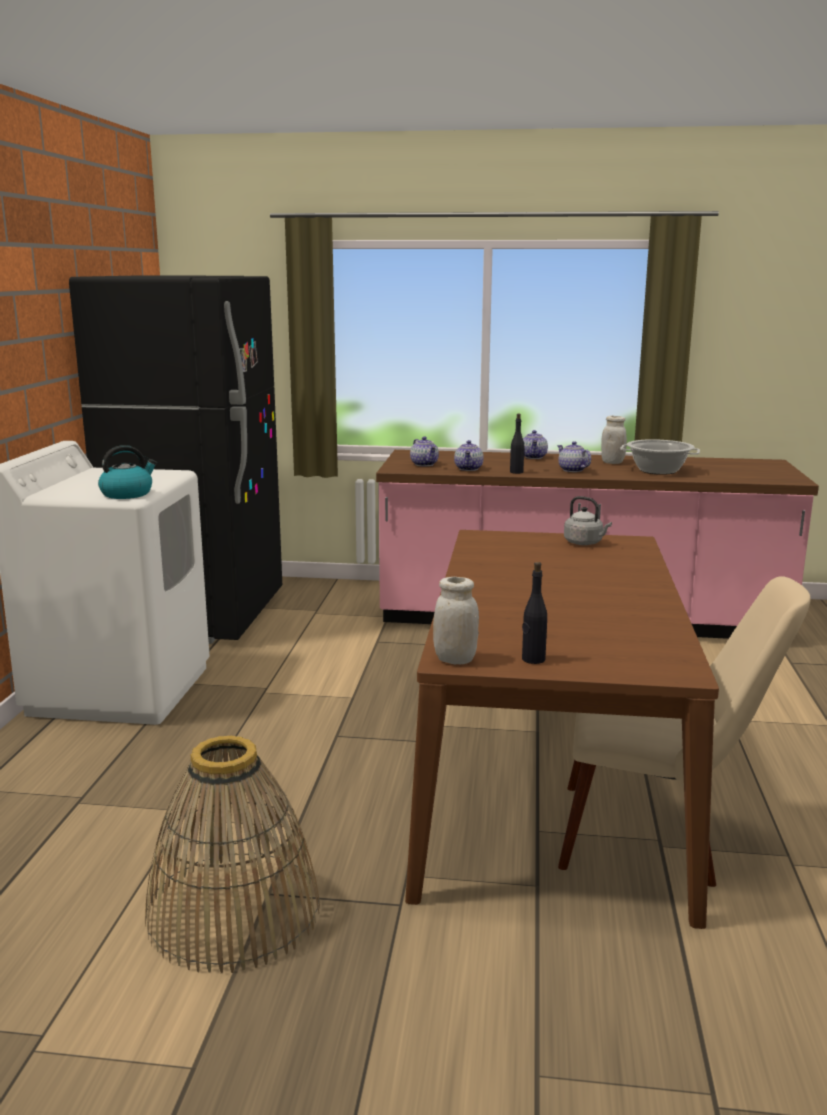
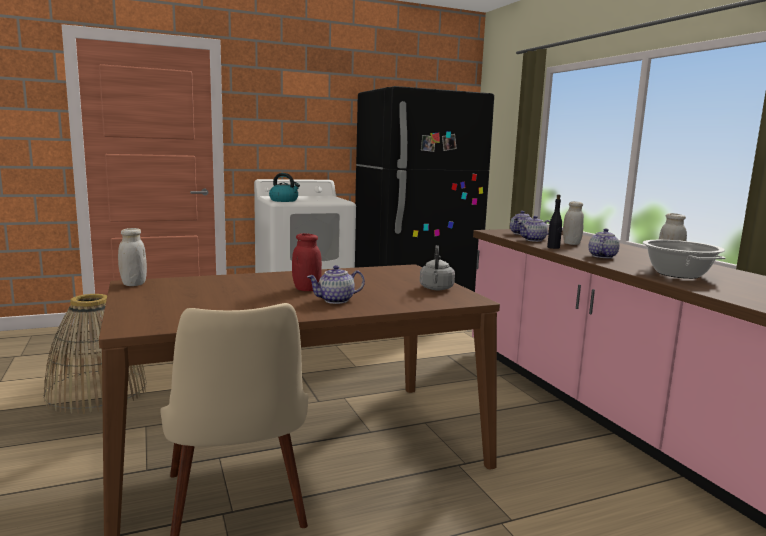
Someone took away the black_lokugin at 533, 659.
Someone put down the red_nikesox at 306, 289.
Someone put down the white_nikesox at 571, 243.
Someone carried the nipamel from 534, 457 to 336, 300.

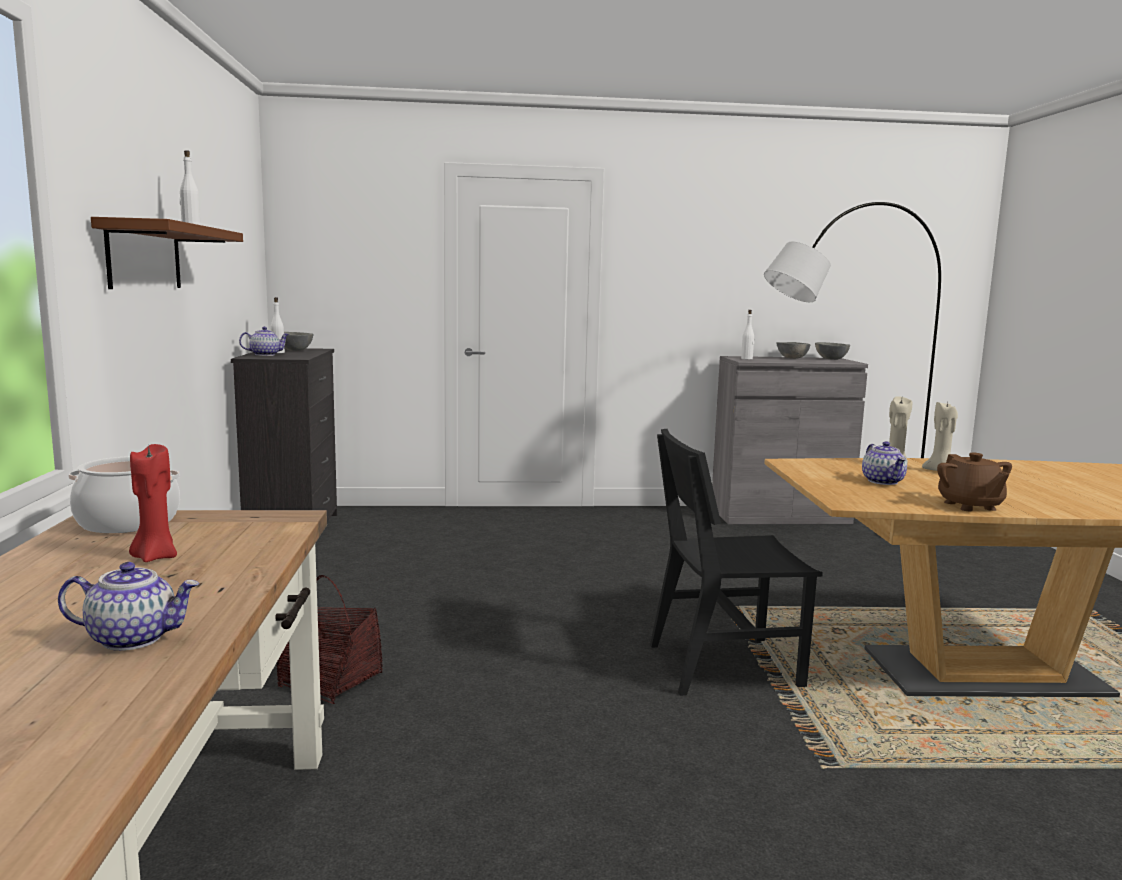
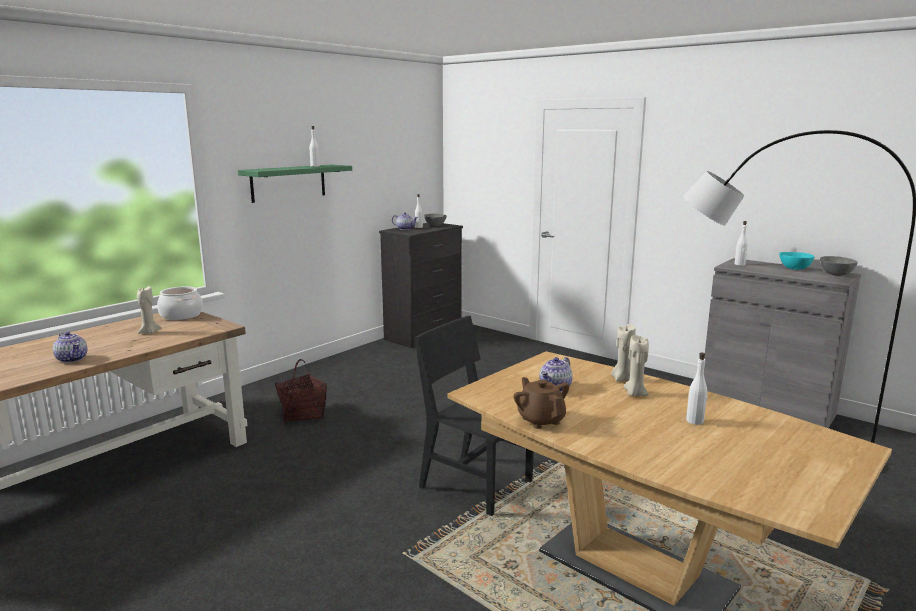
Someone put down the white_lokugin at 695, 421.
Someone repainted the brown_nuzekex at 144, 256, which became the green_nuzekex at 288, 183.
Someone repainted the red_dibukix at 155, 557, which became the beige_dibukix at 149, 332.
Someone repainted the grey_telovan at 791, 358, which became the turquoise_telovan at 793, 268.
Someone rotated the brown_nipamel at 970, 506 by 120 degrees clockwise.

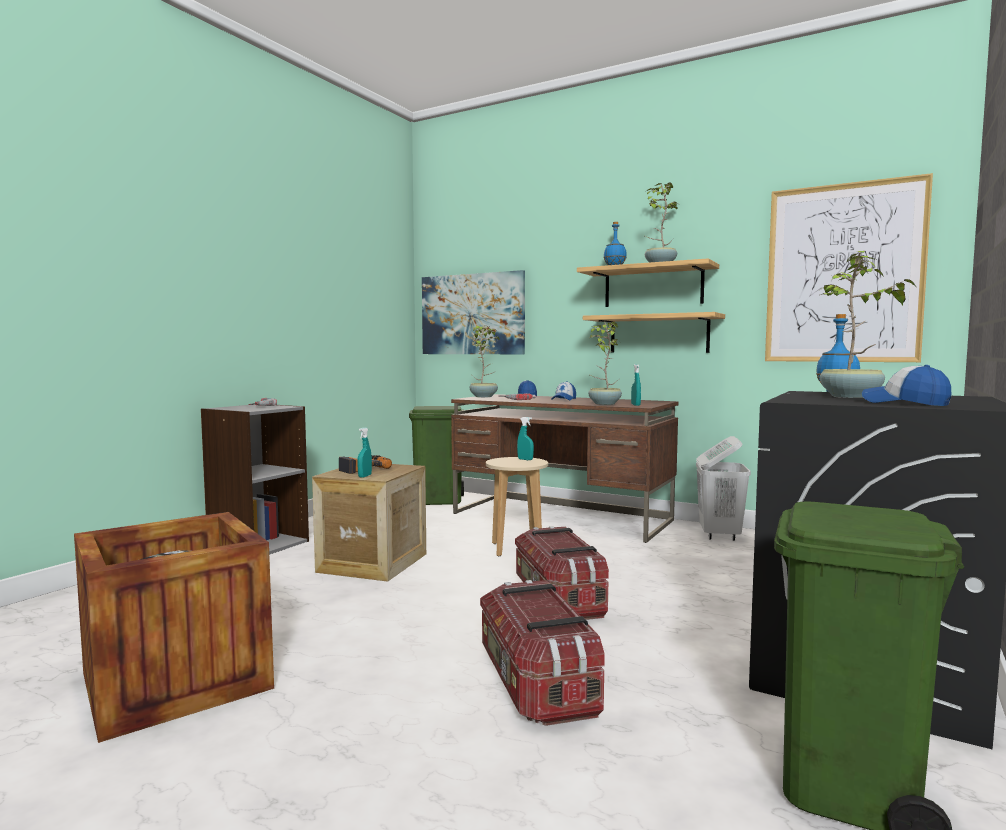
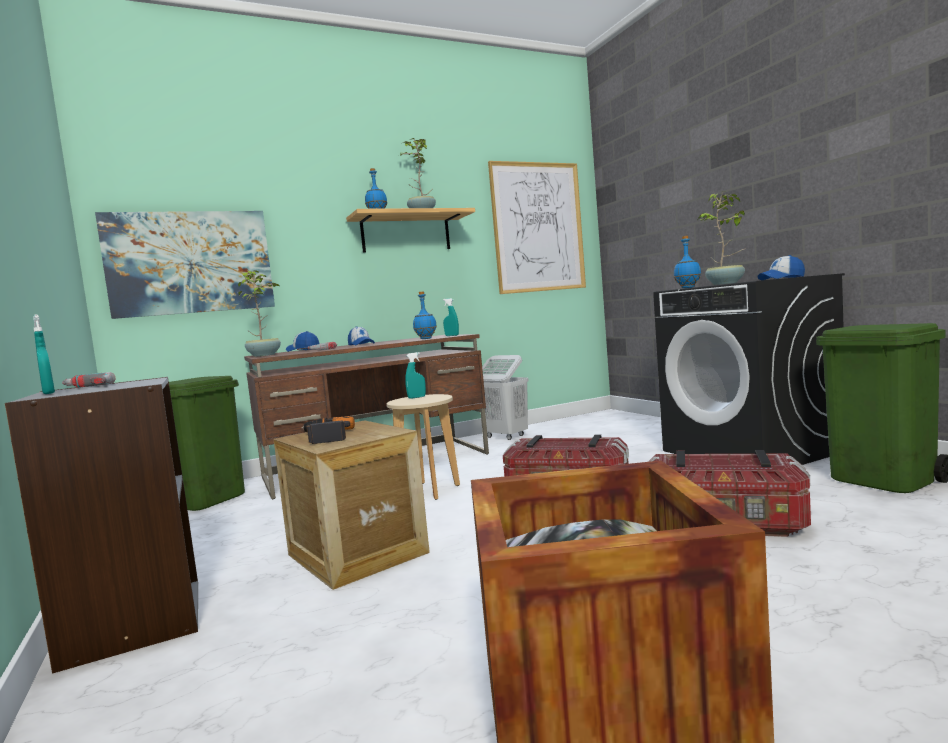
Someone took away the nuzekex at 659, 334.
Someone carried the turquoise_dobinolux from 365, 476 to 48, 393.
Someone swapped the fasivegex at 603, 404 for the blue_lokugin at 426, 338.

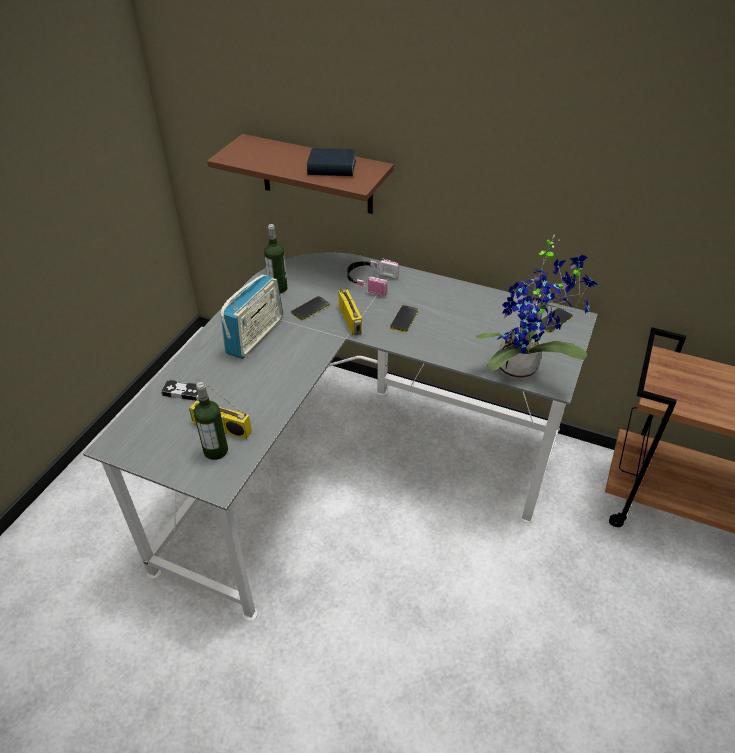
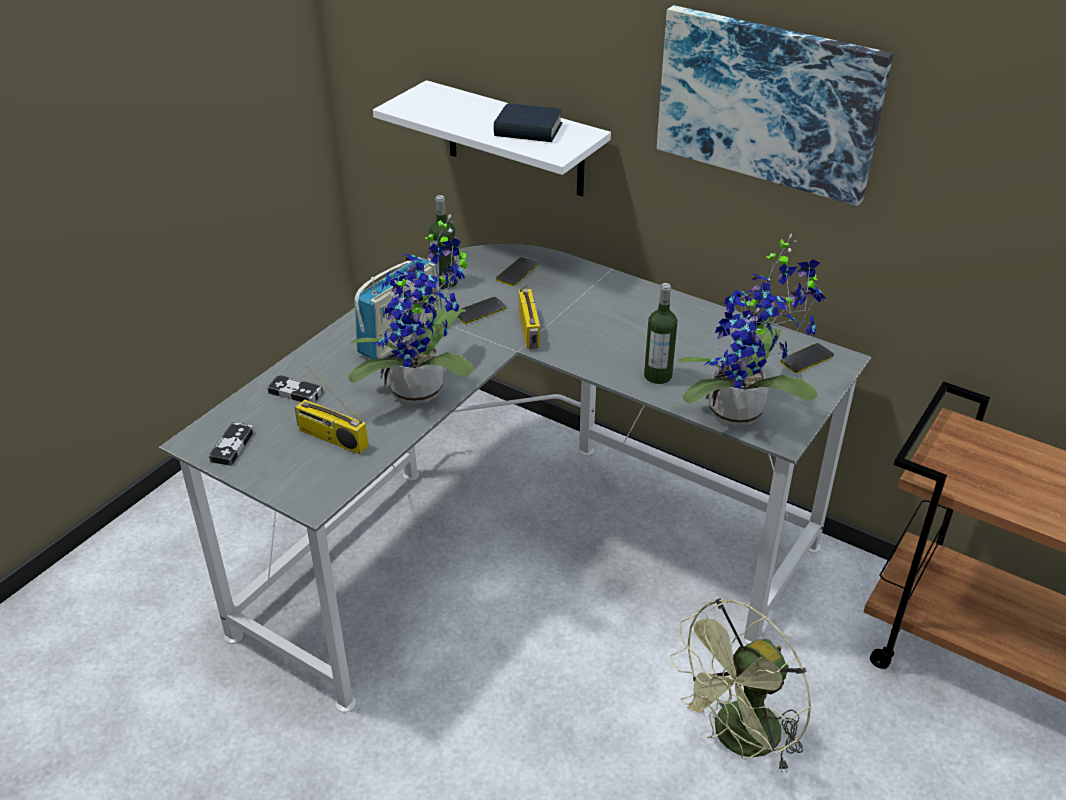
Someone took away the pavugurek at 370, 282.
Someone put down the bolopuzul at 232, 446.
Someone put down the fasivegex at 423, 392.
Someone put up the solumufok at 768, 102.
Someone put down the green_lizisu at 738, 740.
Someone carried the lokugin from 216, 451 to 658, 375.
Someone carried the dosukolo from 404, 319 to 517, 272.
Someone repainted the brown_nuzekex at 316, 175, which became the white_nuzekex at 515, 140.

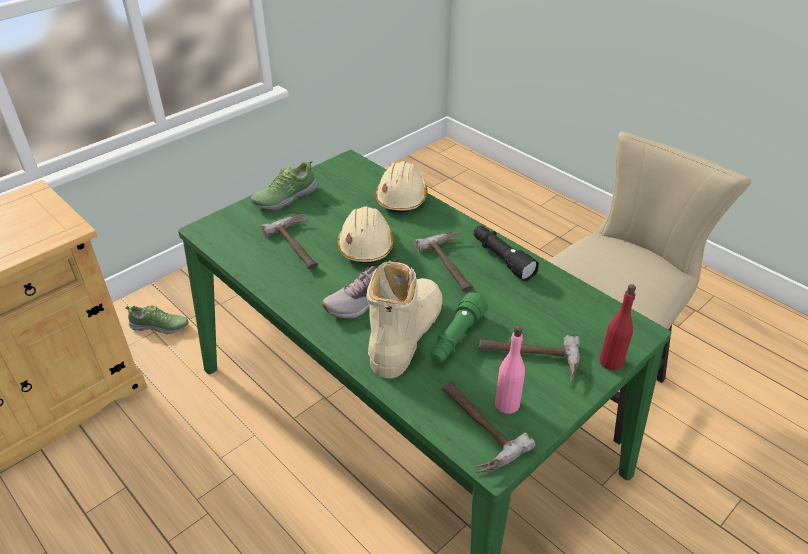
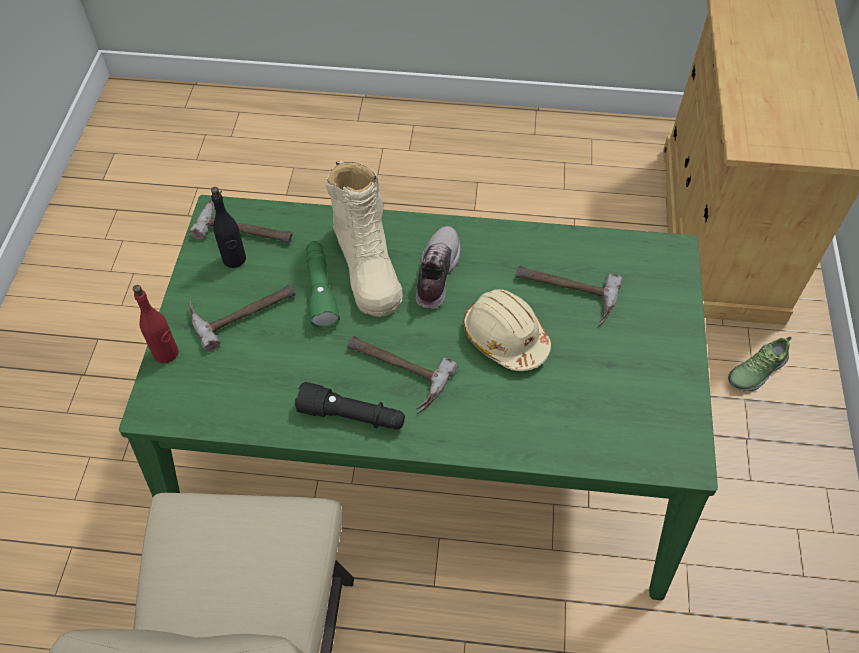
Someone took away the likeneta at 284, 197.
Someone took away the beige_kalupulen at 402, 197.
Someone repainted the pink_lokugin at 507, 404, which became the black_lokugin at 234, 259.

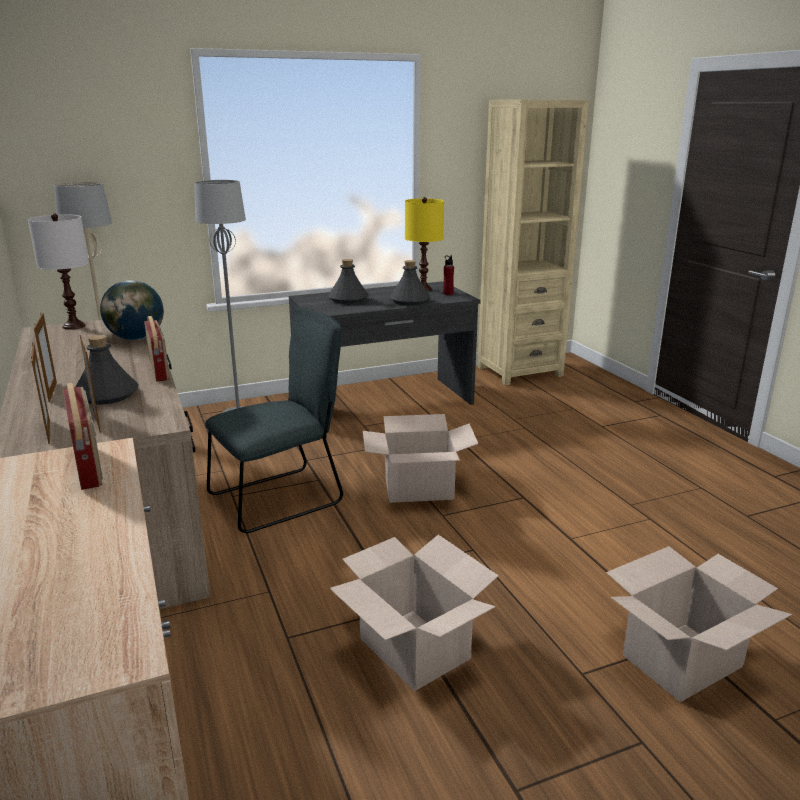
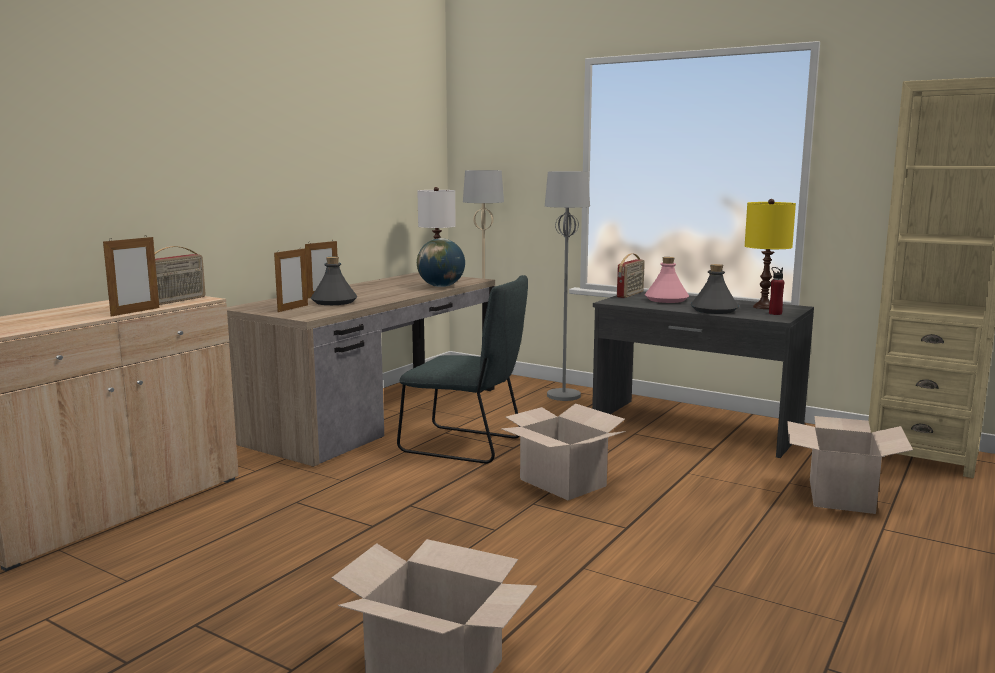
Someone carried the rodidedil from 48, 431 to 135, 312.
Someone carried the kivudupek from 160, 371 to 630, 294.
Someone carried the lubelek from 415, 648 to 841, 496.
Someone repainted the grey_lokugin at 348, 299, which became the pink_lokugin at 666, 300.

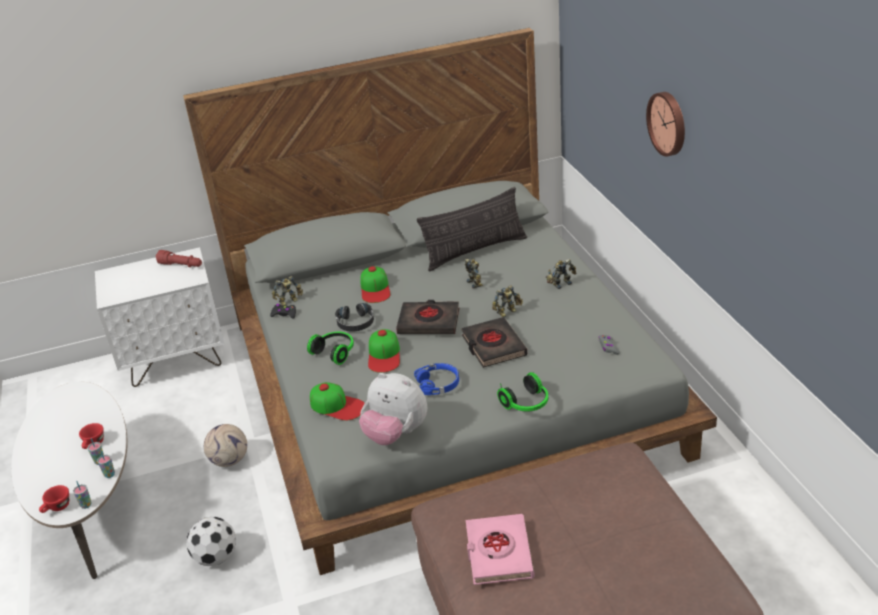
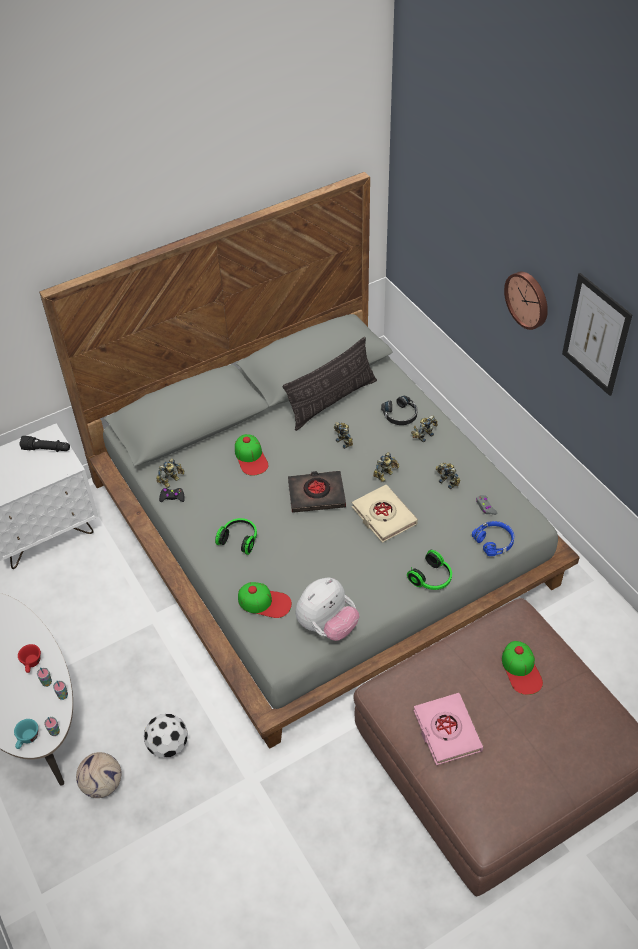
Someone put down the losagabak at 448, 481.
Someone put up the solumufok at 596, 335.
Someone carried the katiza from 230, 460 to 103, 784.
Someone carried the black_pavugurek from 356, 323 to 400, 415.
Someone carried the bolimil from 384, 355 to 521, 670.
Someone carried the blue_pavugurek from 438, 384 to 494, 541.
Someone repainted the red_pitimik at 57, 508, which became the turquoise_pitimik at 27, 739.
Someone repainted the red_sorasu at 181, 265, which became the black_sorasu at 47, 449.
Someone repainted the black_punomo at 493, 346, which became the beige_punomo at 383, 516.
Someone rotated the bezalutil at 396, 434 by 60 degrees counterclockwise.

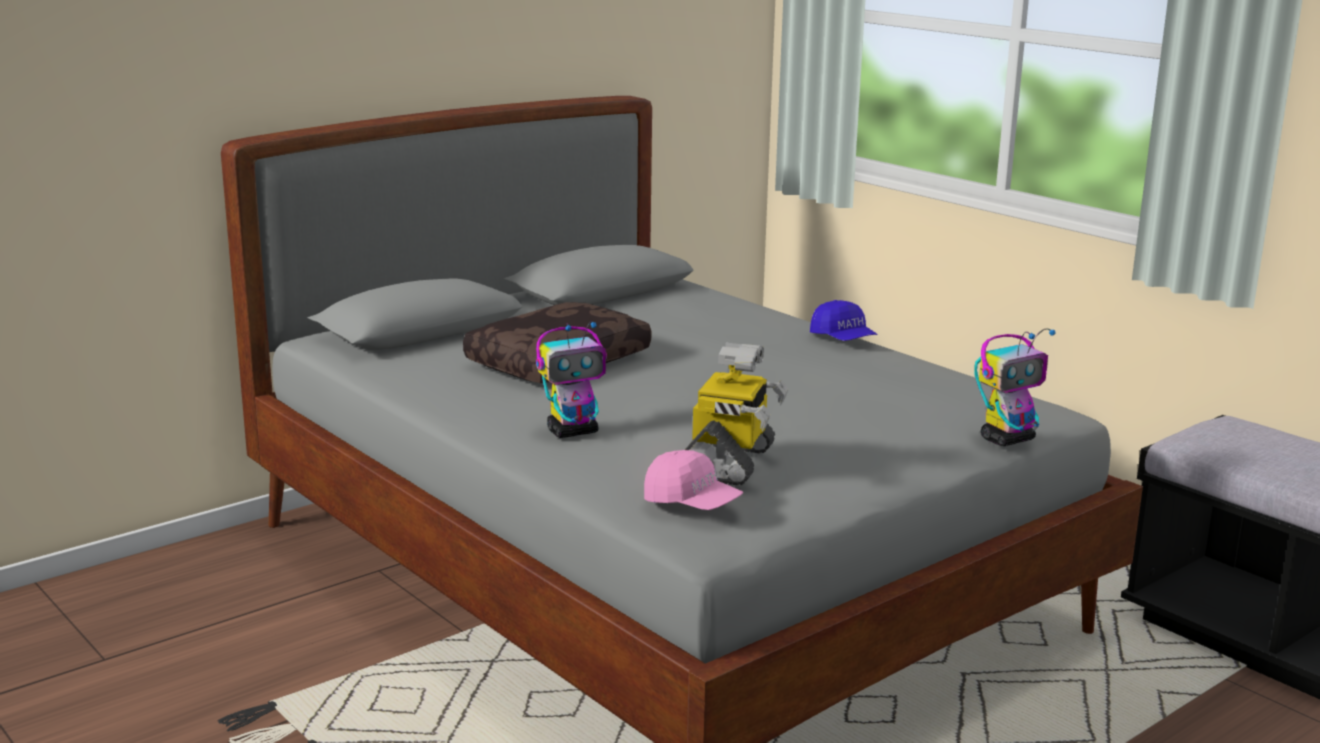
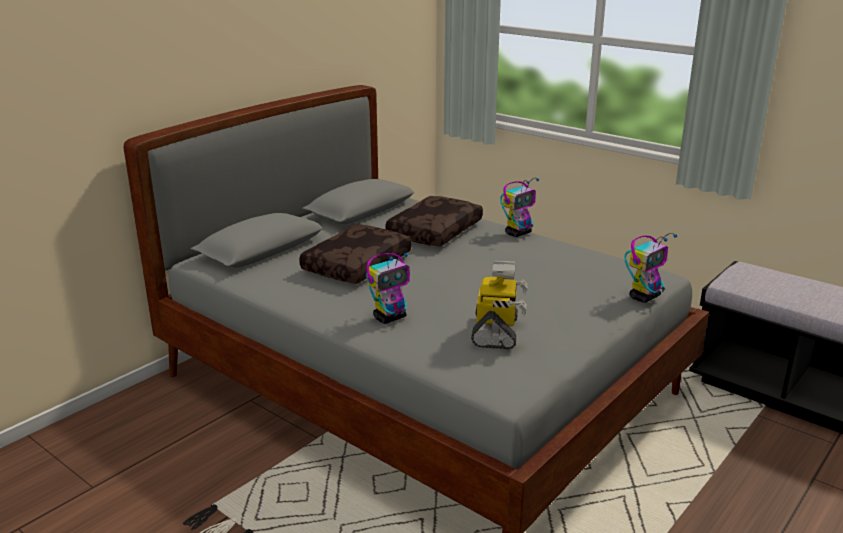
Someone took away the pink_bolimil at 692, 503.
Someone put down the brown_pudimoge at 434, 231.
Someone swapped the blue_bolimil at 843, 339 for the losagabak at 518, 233.

